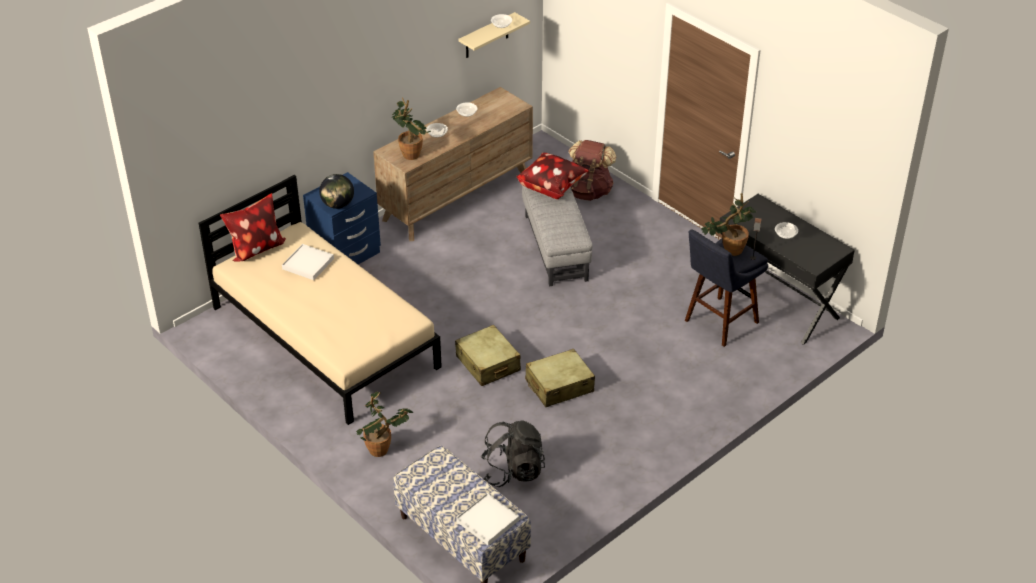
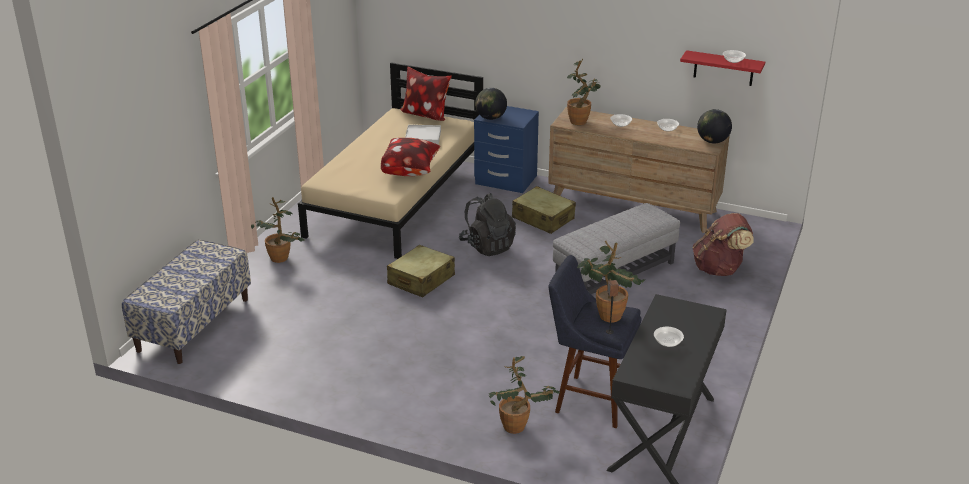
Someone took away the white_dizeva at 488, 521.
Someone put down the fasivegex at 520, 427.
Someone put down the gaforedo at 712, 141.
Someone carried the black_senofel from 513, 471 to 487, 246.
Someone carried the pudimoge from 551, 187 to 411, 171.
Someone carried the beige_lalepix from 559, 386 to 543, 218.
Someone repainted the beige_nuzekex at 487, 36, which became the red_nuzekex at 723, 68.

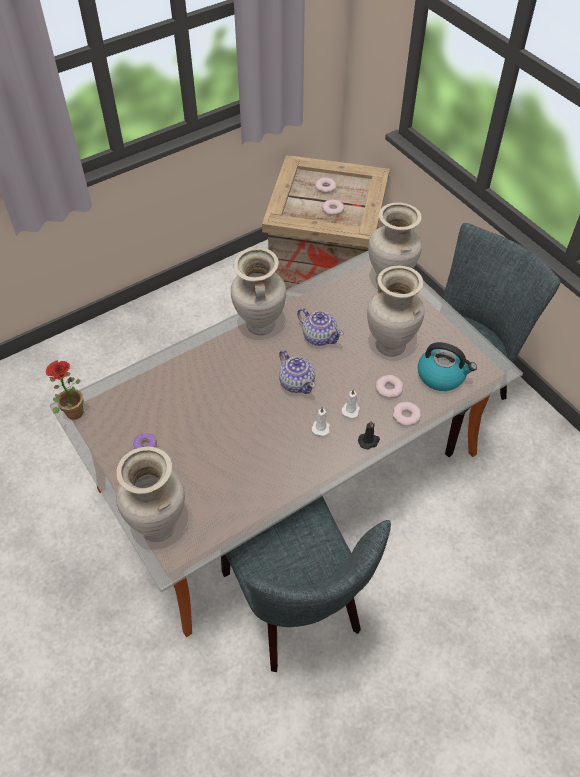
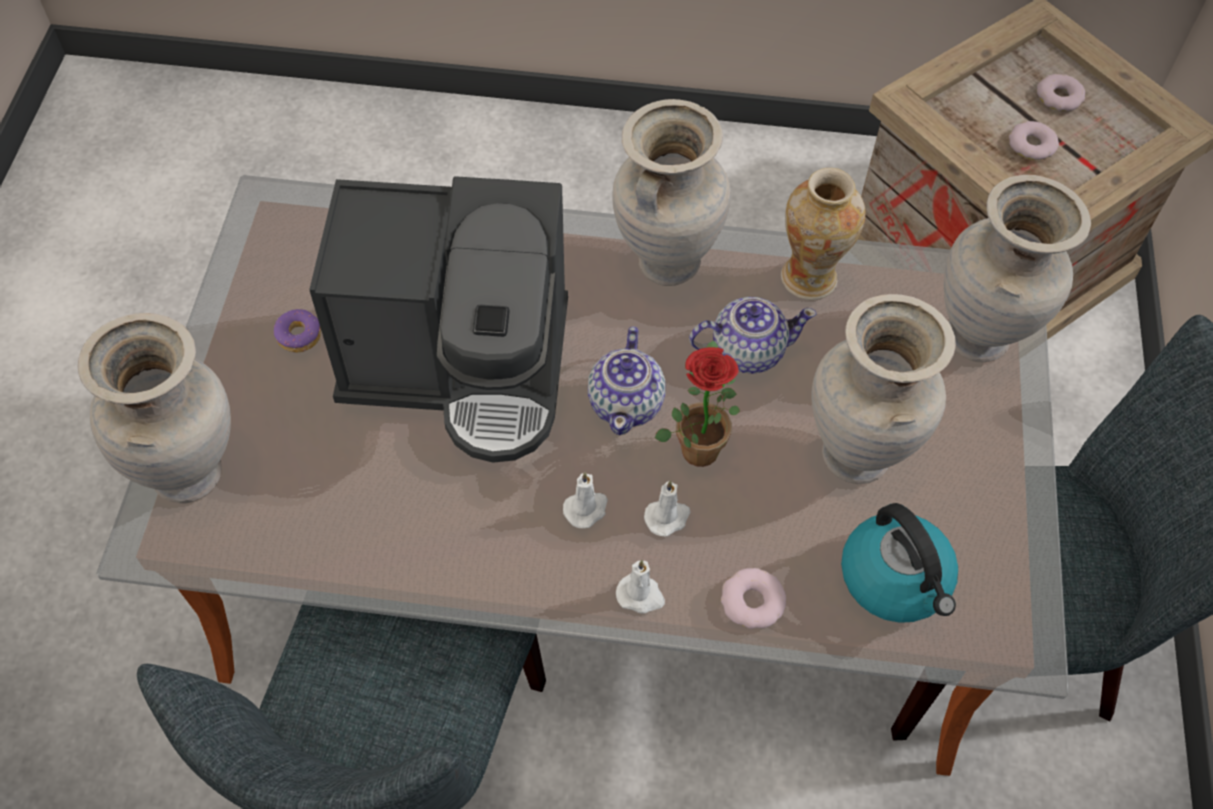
Someone took away the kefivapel at 389, 388.
Someone put down the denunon at 462, 366.
Someone put down the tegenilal at 809, 279.
Someone carried the fasivegex from 71, 410 to 697, 443.
Someone repainted the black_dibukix at 369, 441, which became the white_dibukix at 641, 595.
Someone rotated the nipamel at 319, 336 by 90 degrees counterclockwise.

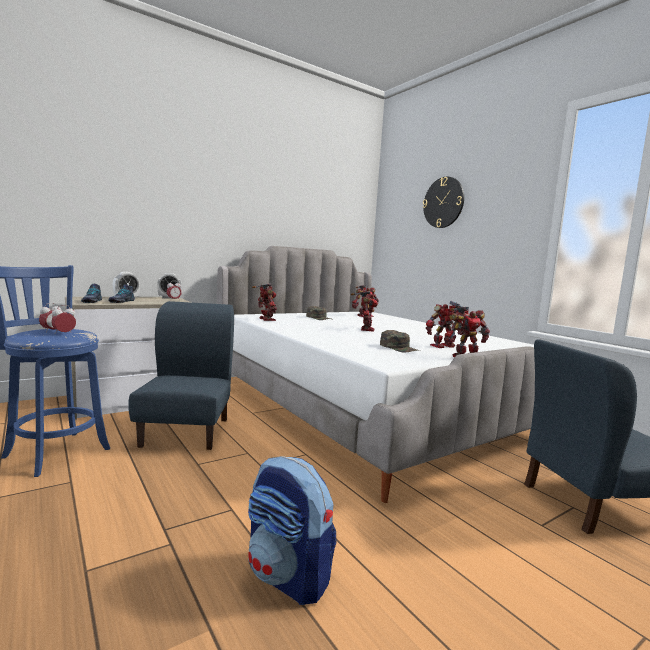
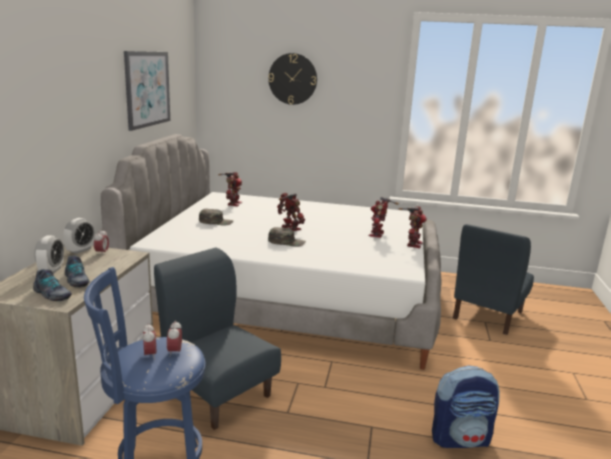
Someone took away the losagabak at 266, 319.
Someone put up the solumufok at 147, 89.
Someone carried the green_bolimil from 399, 348 to 286, 242.

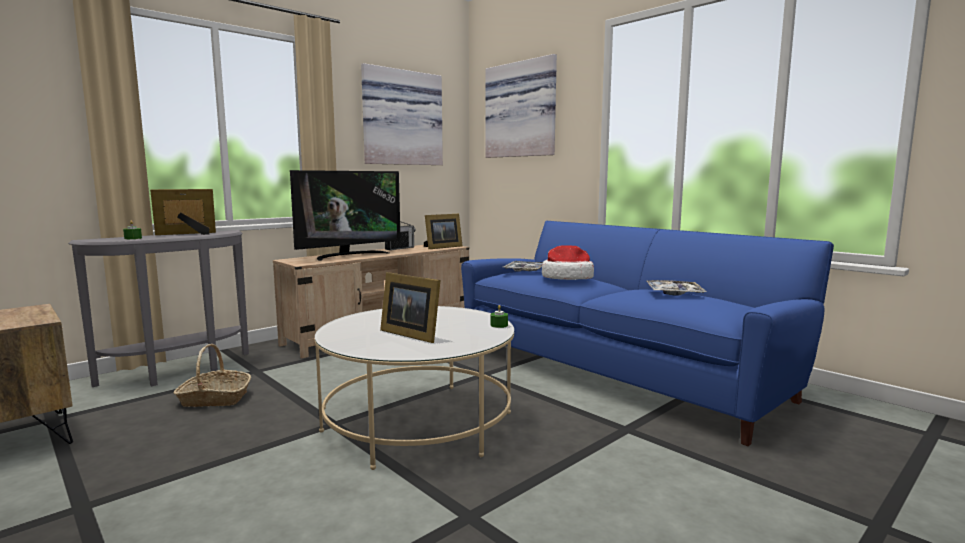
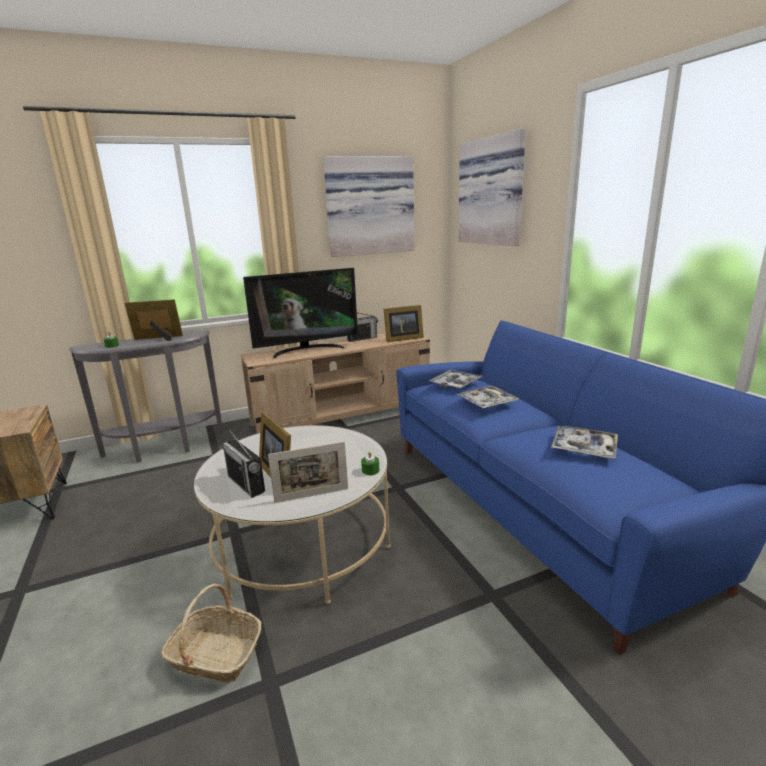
Someone put down the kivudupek at 246, 484.
Someone put down the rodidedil at 311, 495.
Someone carried the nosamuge from 214, 399 to 215, 655.
Someone swapped the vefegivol at 567, 278 for the dizeva at 487, 402.

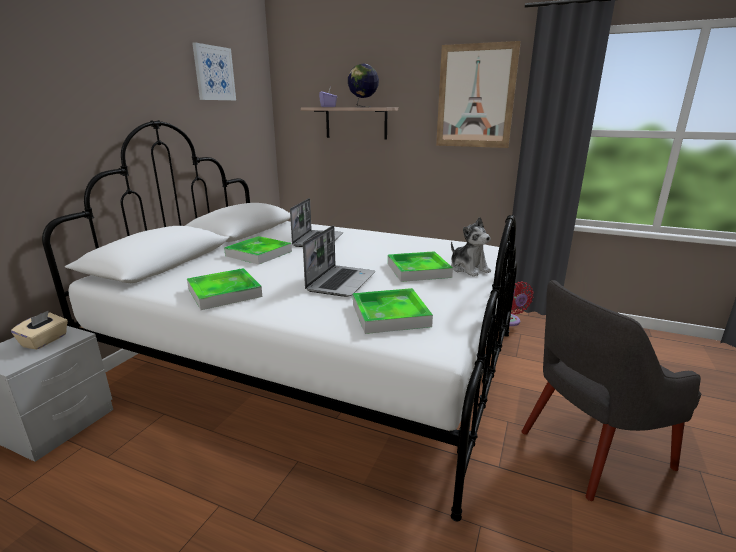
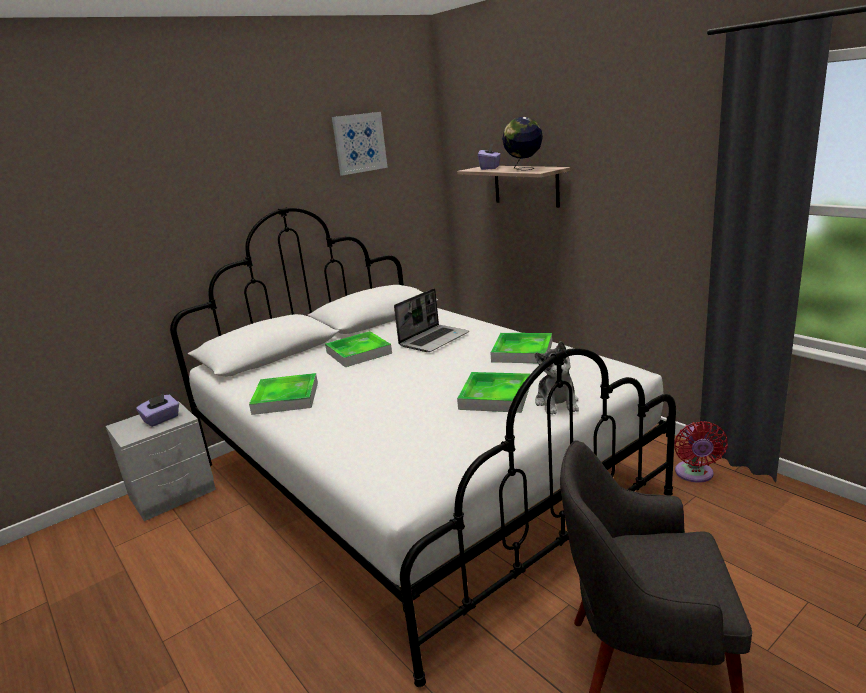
Someone took away the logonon at 341, 282.
Someone took away the solumufok at 475, 97.
Someone carried the dizeva from 390, 315 to 522, 352.
Someone repainted the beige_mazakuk at 45, 341, which became the purple_mazakuk at 162, 419.

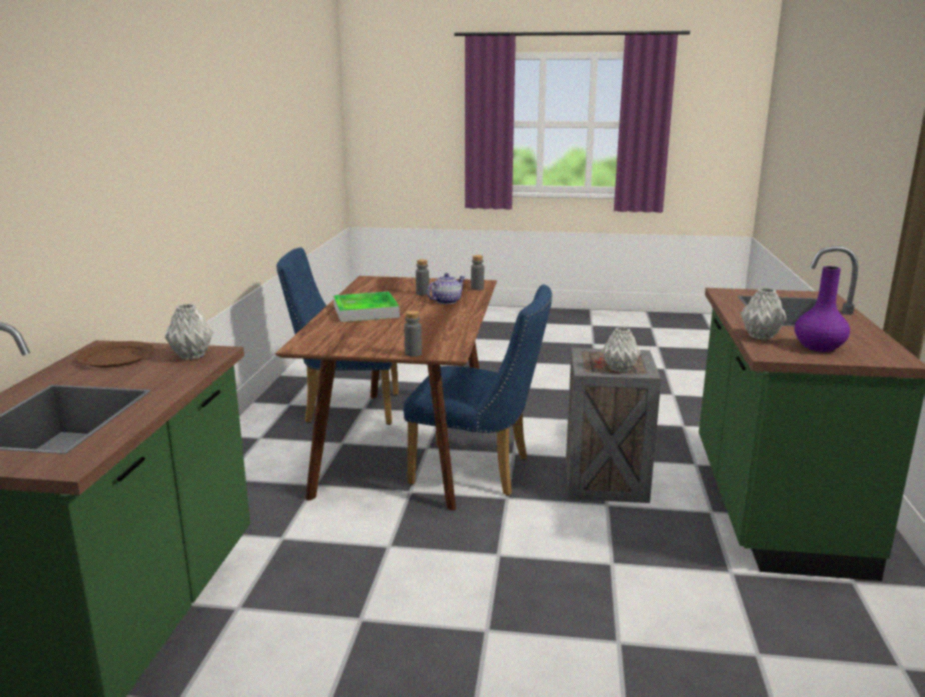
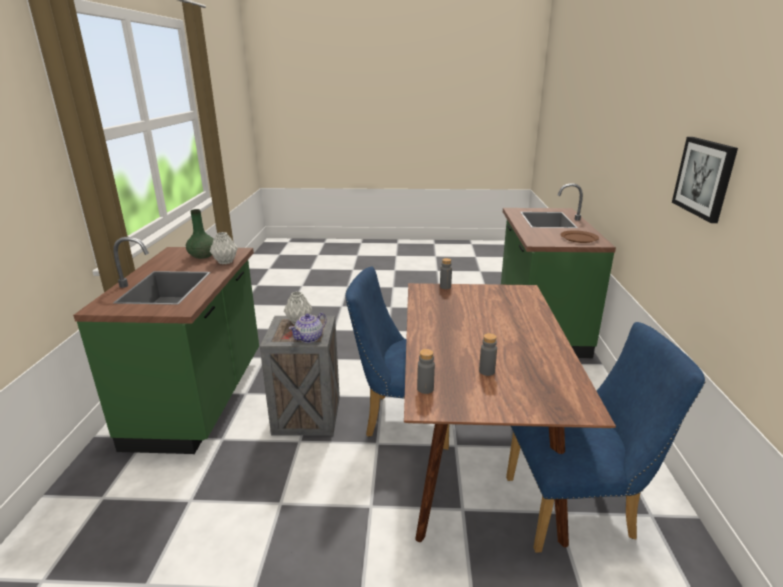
Someone took away the grey_tegenilal at 191, 356.
Someone took away the dizeva at 366, 311.
Someone put up the solumufok at 704, 178.
Someone carried the nipamel from 446, 301 to 309, 338.
Someone repainted the purple_tegenilal at 818, 347, which became the green_tegenilal at 203, 256.

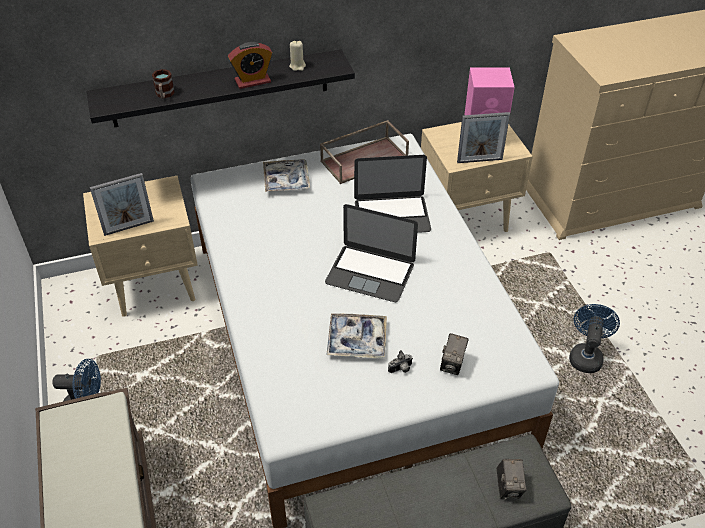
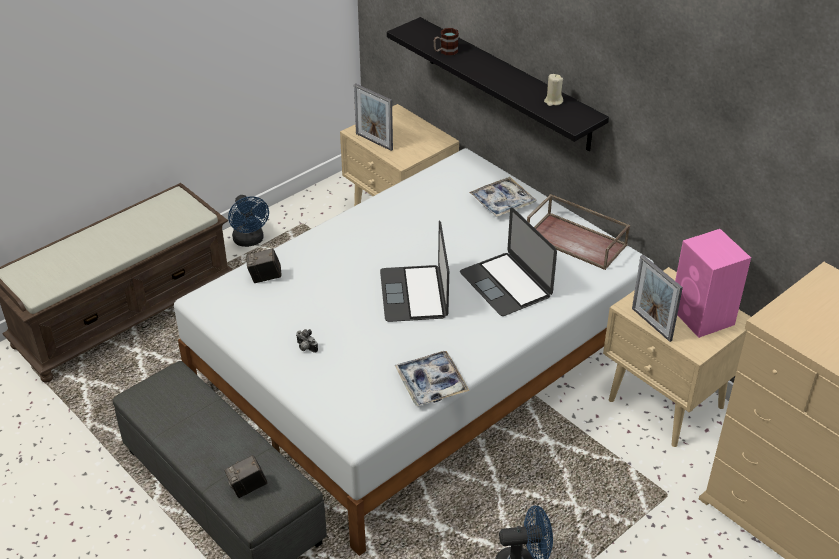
Someone took away the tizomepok at 252, 81.
Someone carried the dizeva from 356, 340 to 431, 383.
Someone carried the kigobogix from 452, 364 to 265, 277.

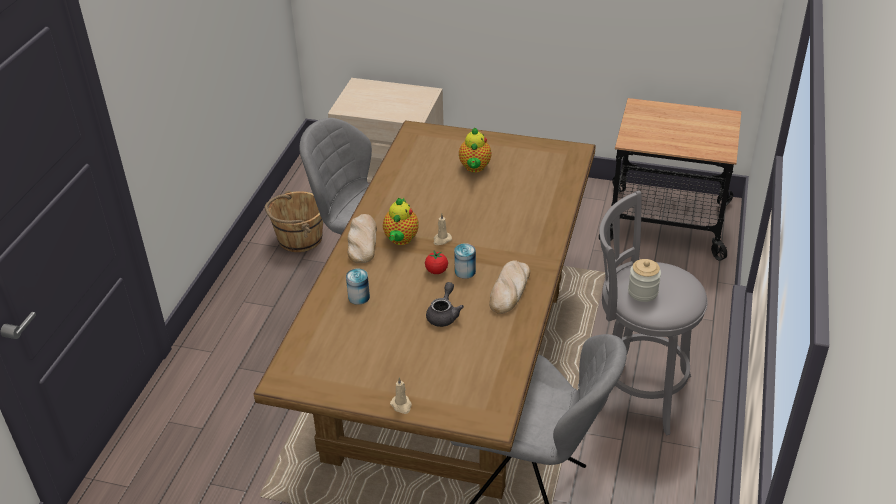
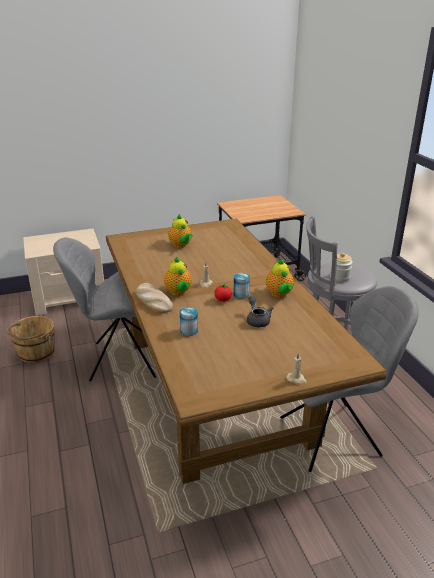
Someone swapped the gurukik at 509, 290 for the nipamel at 279, 294.

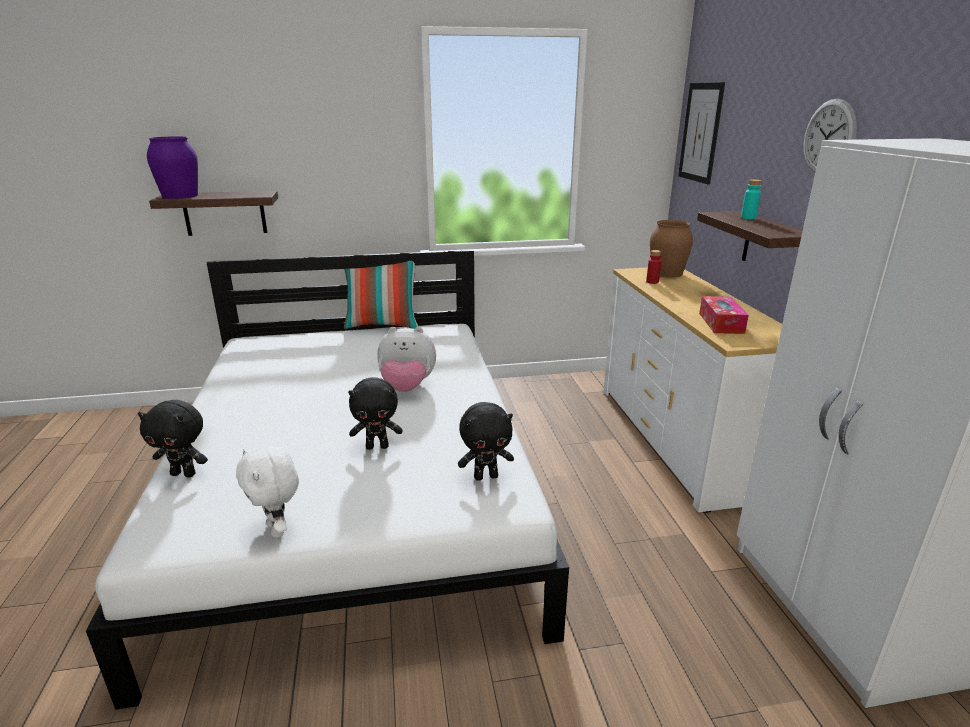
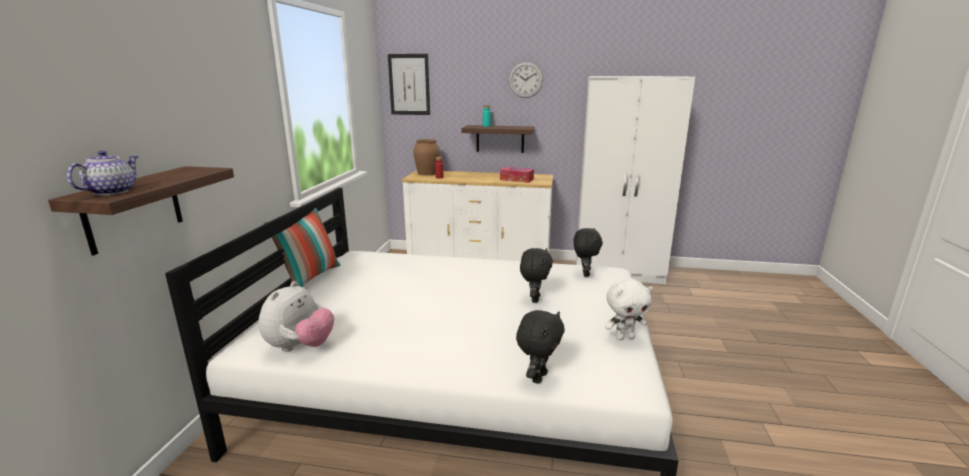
Someone carried the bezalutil from 407, 387 to 300, 347.
Someone swapped the purple_tegenilal at 180, 196 for the nipamel at 111, 192.

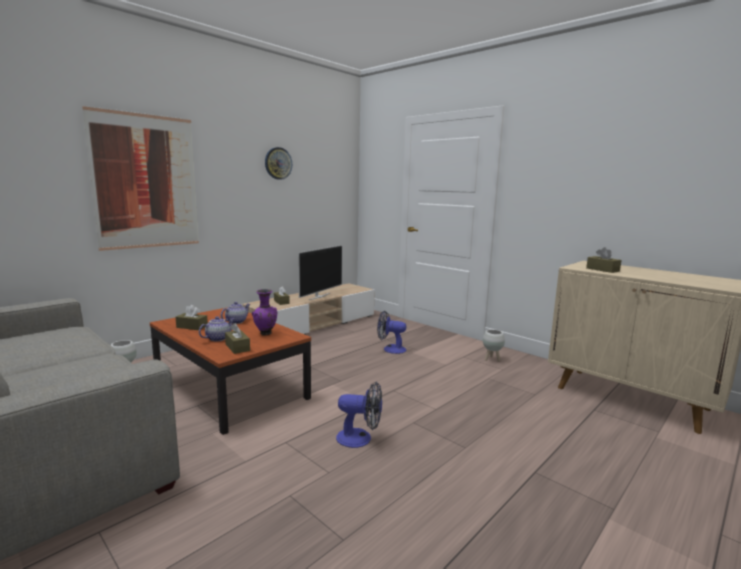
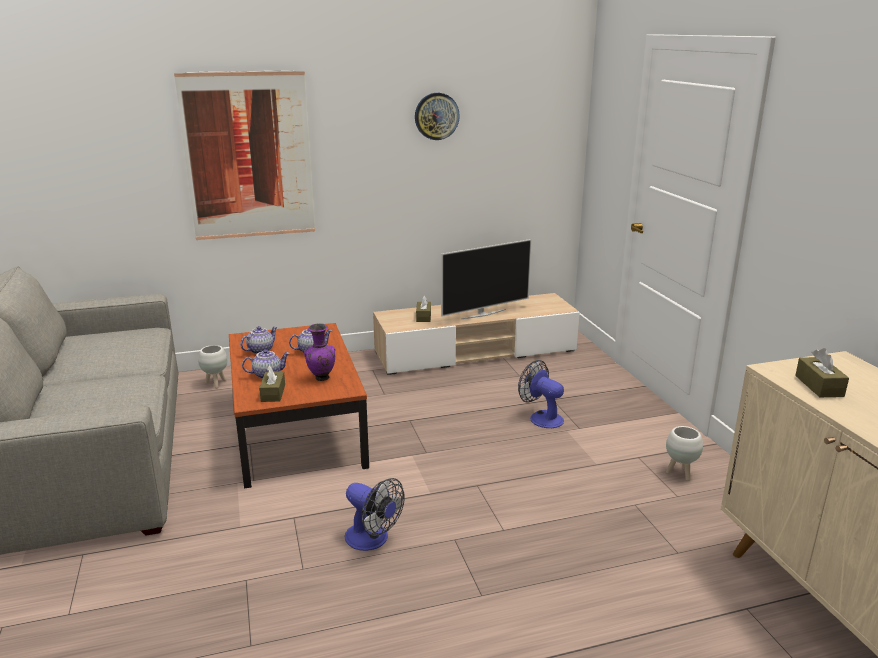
Someone swapped the brown_mazakuk at 192, 327 for the nipamel at 260, 350.

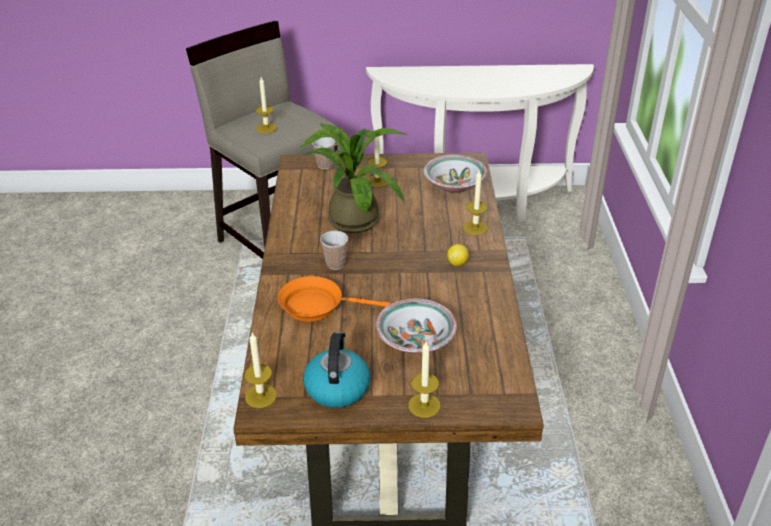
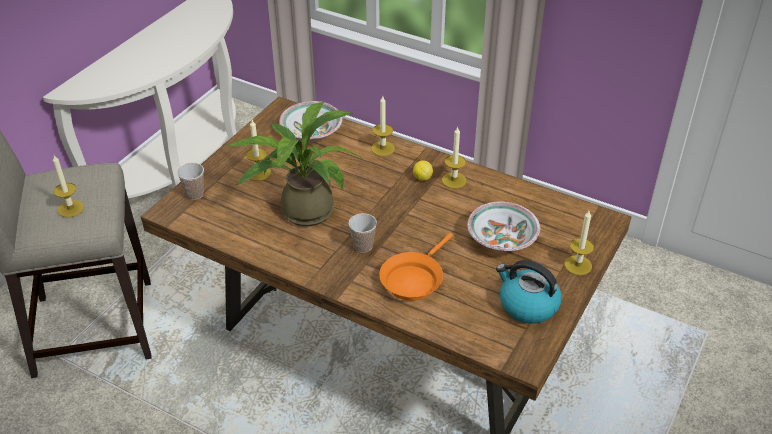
Someone carried the dibukix from 261, 396 to 454, 180.

